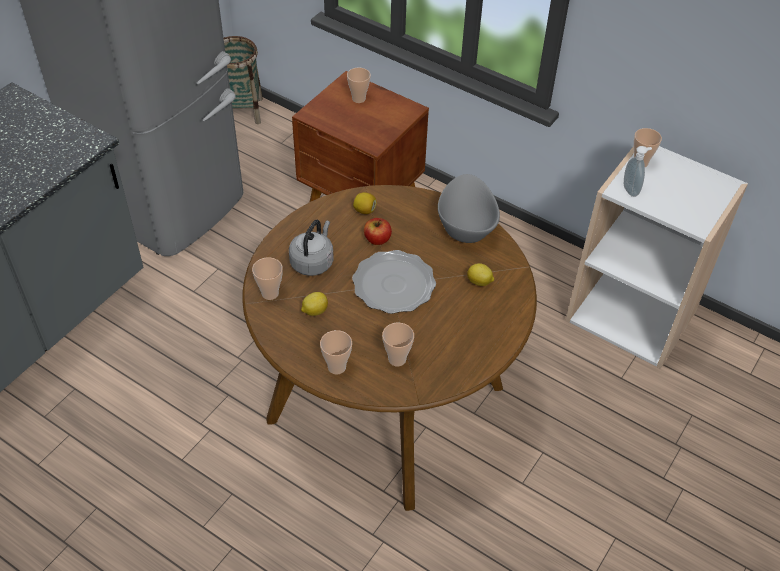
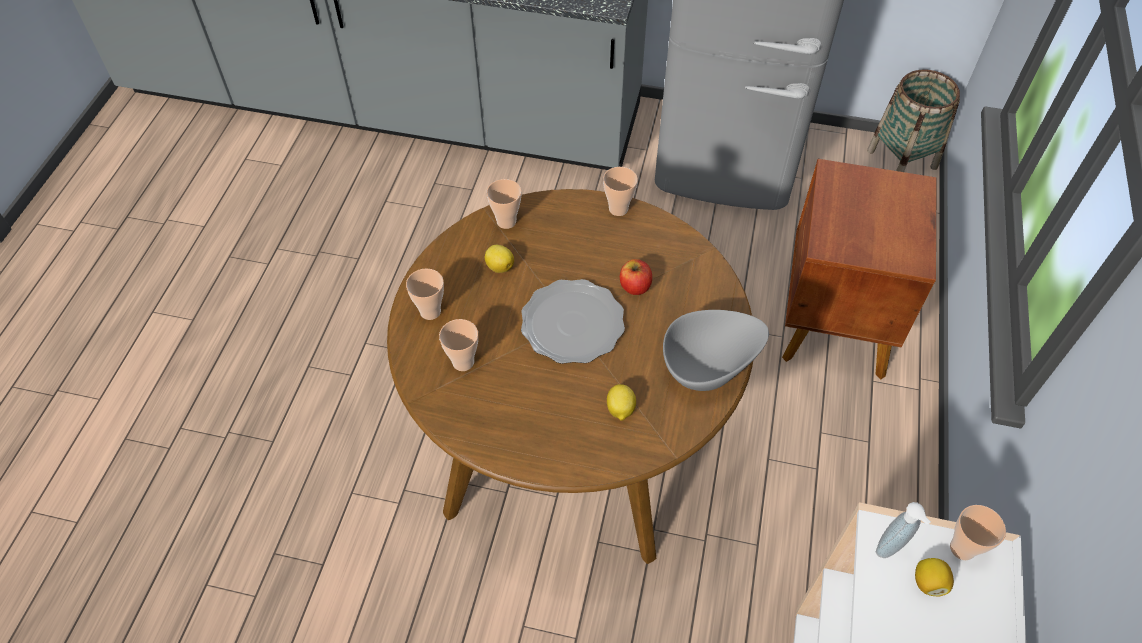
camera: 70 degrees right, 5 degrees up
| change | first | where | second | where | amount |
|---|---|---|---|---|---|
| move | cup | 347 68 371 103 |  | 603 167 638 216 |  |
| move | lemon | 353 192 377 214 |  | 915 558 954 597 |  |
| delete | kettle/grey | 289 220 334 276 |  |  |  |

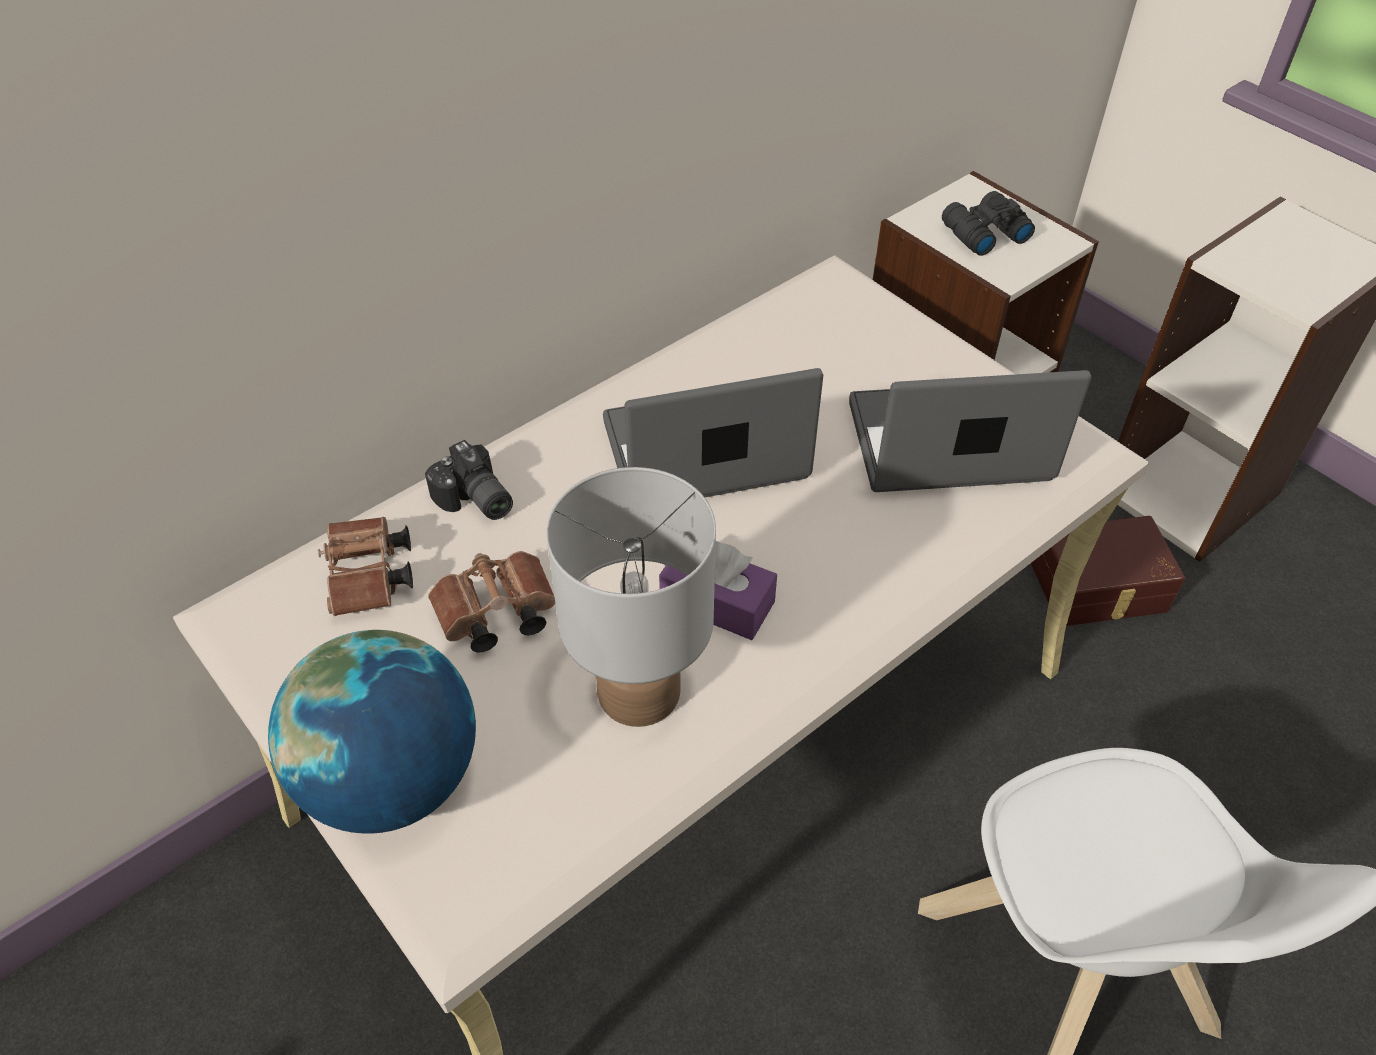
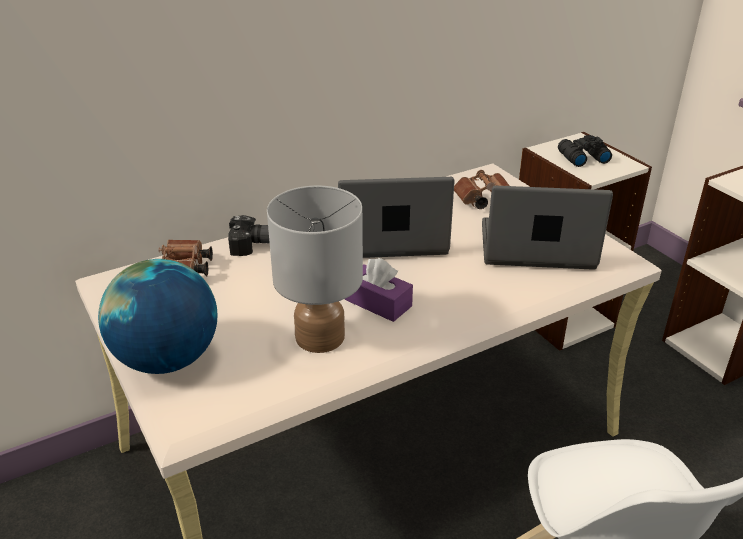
camera: 10 degrees right, 15 degrees down
| change | first | where | second | where | amount |
|---|---|---|---|---|---|
| rotate | photo camera | 425 440 513 520 |  | 228 215 270 256 | 60 degrees counterclockwise |
| delete | storage box/brown | 1031 516 1185 626 |  |  |  |
| move | binoculars/brown | 428 551 555 652 |  | 454 170 509 209 |  |

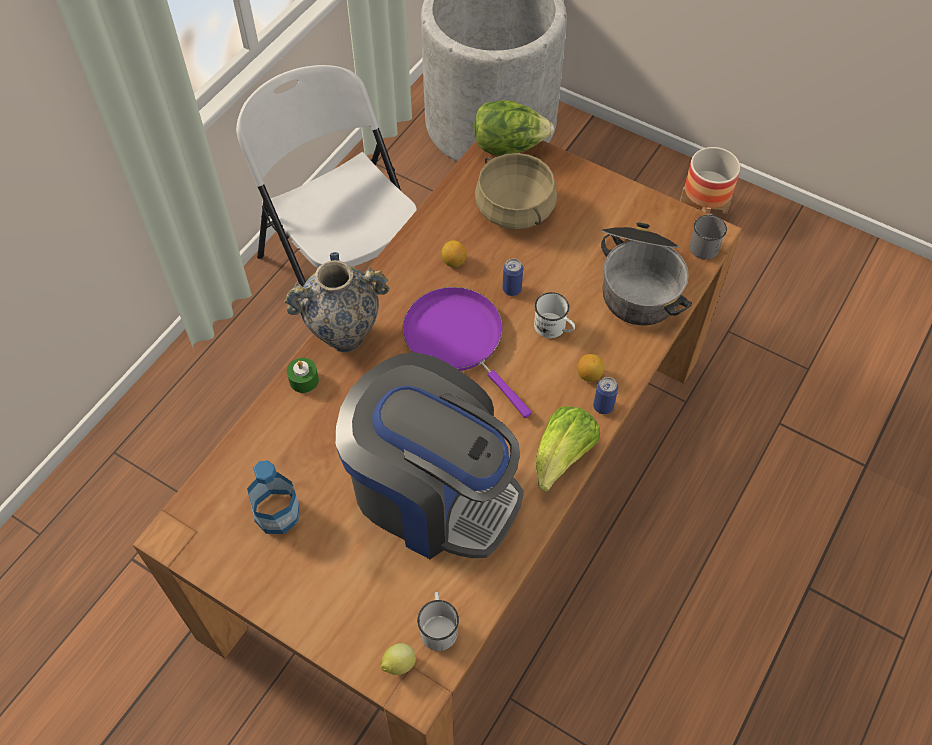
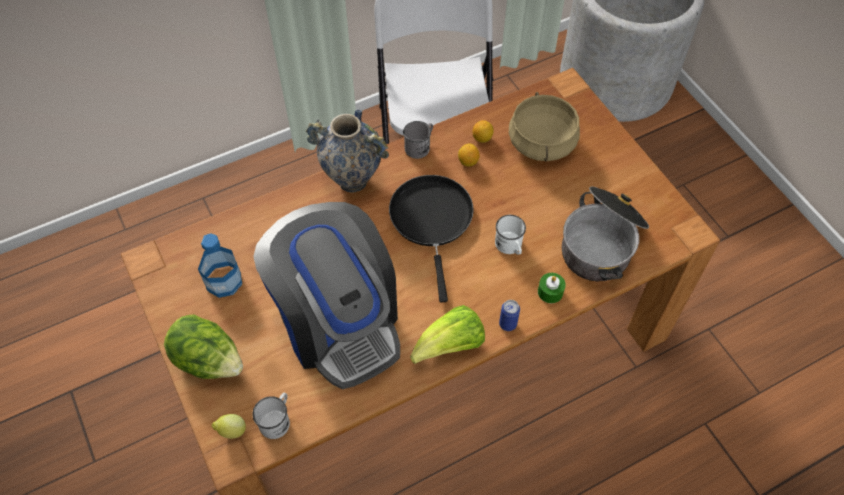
camera: 30 degrees right, 0 degrees up
| change | first | where | second | where | amount |
|---|---|---|---|---|---|
| move | lettuce | 474 100 554 156 |  | 164 314 243 379 |  |
| delete | planter | 680 147 740 214 |  |  |  |
| move | mug/grey | 689 214 727 259 |  | 403 121 433 159 |  |
| delete | can | 503 258 523 296 |  |  |  |
| recolor | frying pan/purple | 403 287 532 418 | frying pan/black | 389 175 474 302 |  |
| move | lemon | 577 354 605 382 |  | 473 120 494 143 |  |
| move | candle/green | 287 358 319 393 |  | 538 273 566 303 |  |

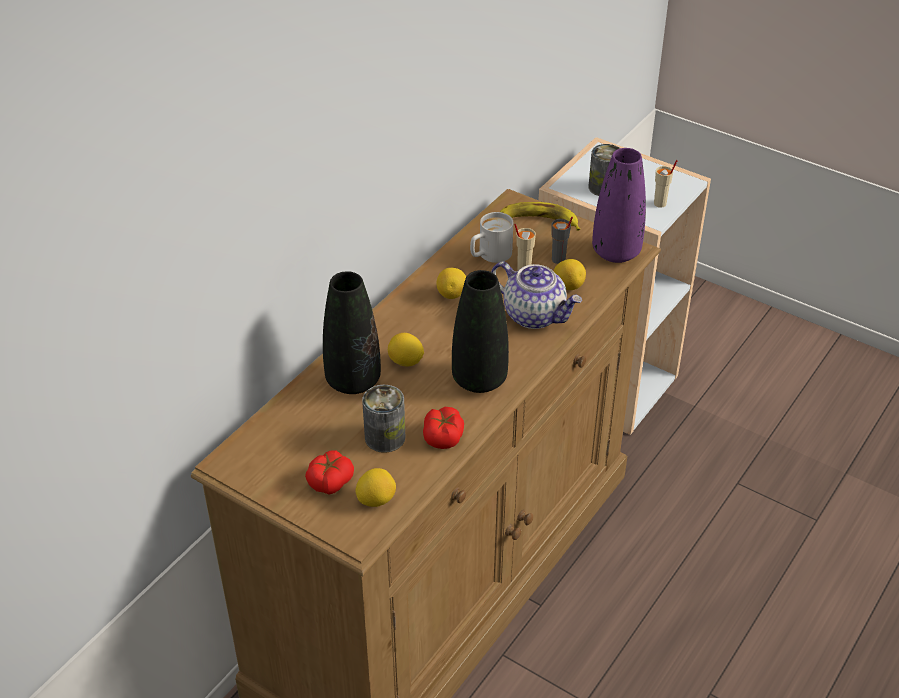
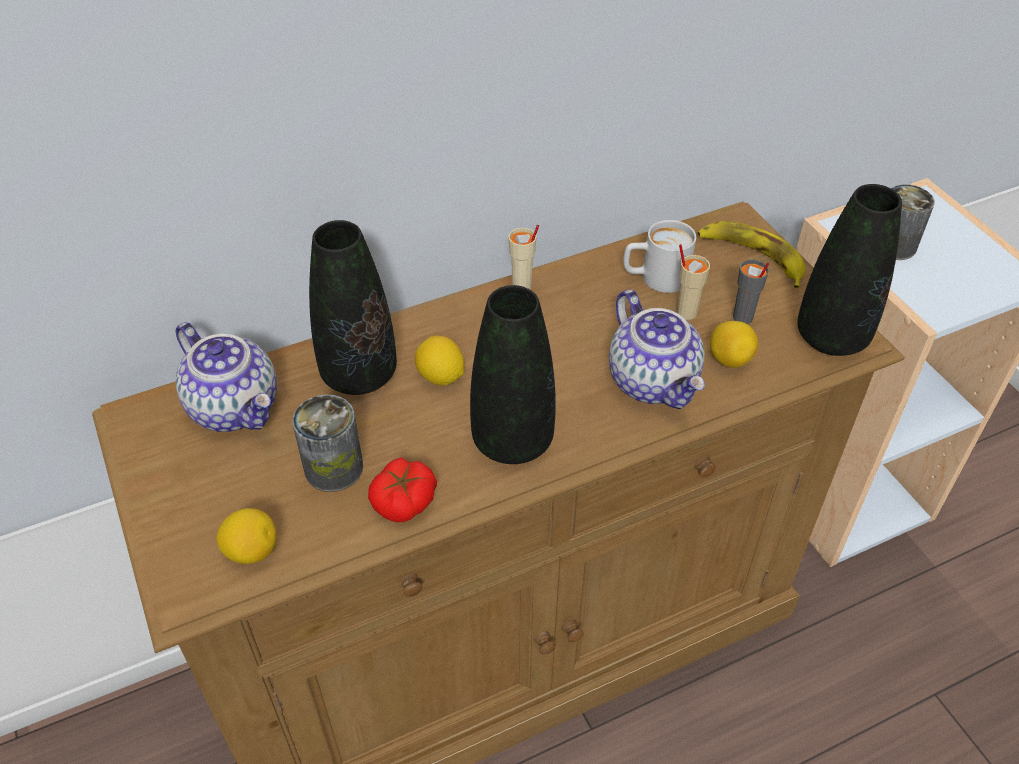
camera: 30 degrees right, 5 degrees up
| change | first | where | second | where | amount |
|---|---|---|---|---|---|
| recolor | vase/purple | 592 148 646 263 | vase/black | 797 184 902 356 |  |
| move | cup/beige | 654 160 678 208 |  | 508 225 539 289 |  |
| delete | lemon | 436 268 466 299 |  |  |  |
| delete | tomato | 305 450 354 495 |  |  |  |
| insert |  |  | teapot | 176 322 277 432 |  |

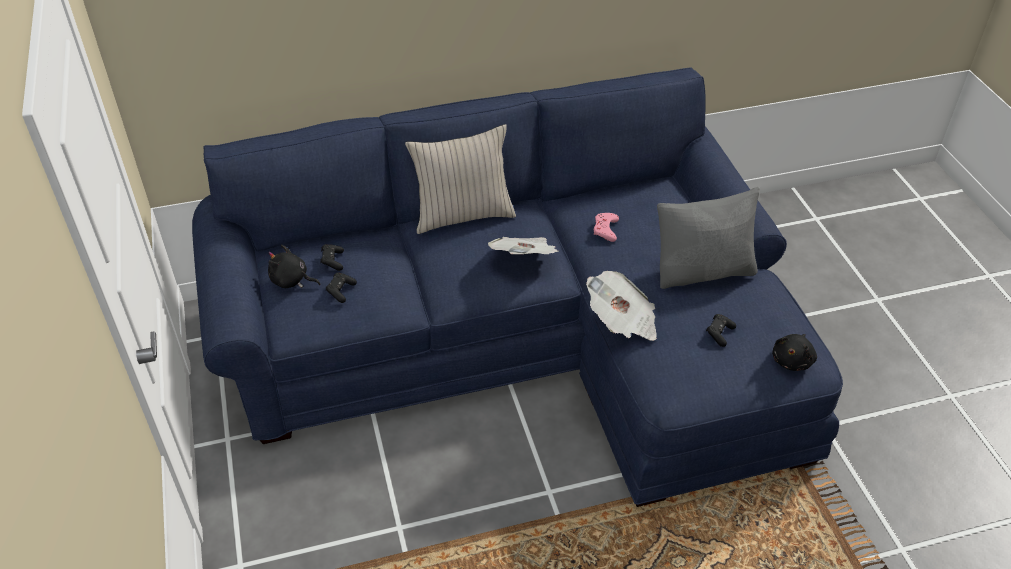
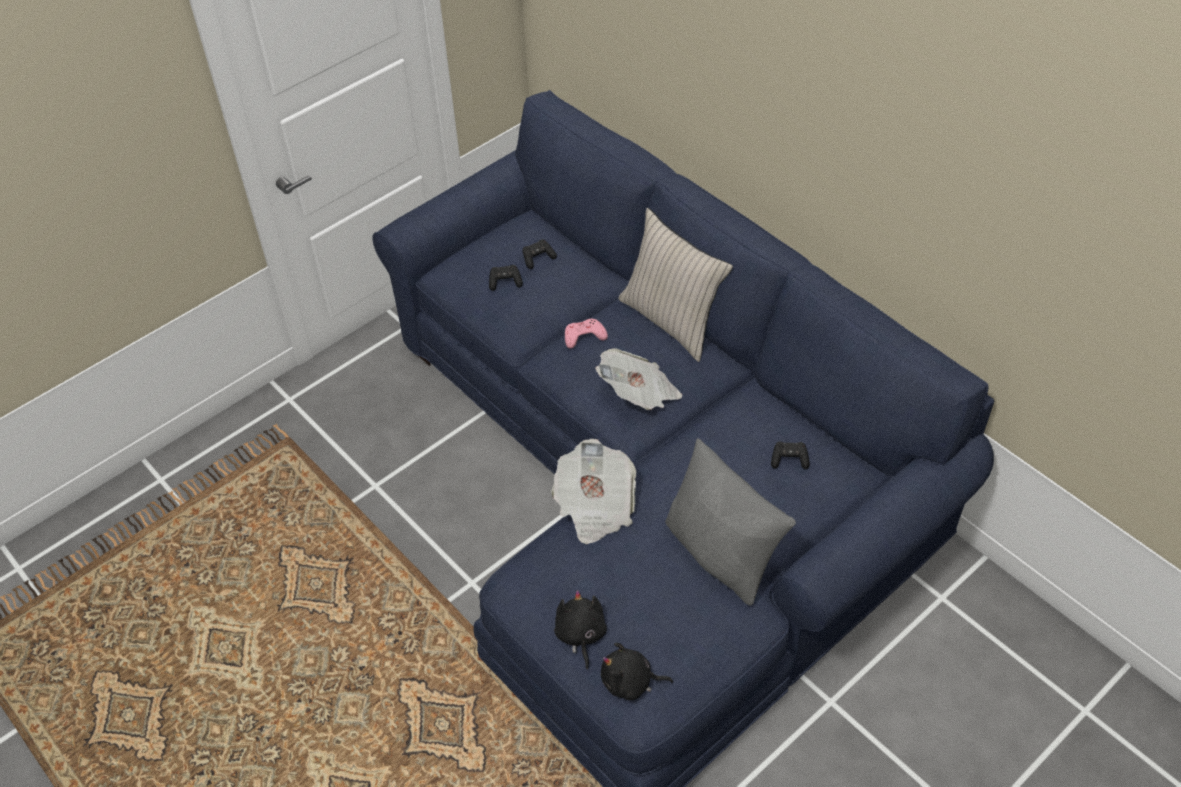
camera: 65 degrees right, 5 degrees up
| change | first | where | second | where | amount |
|---|---|---|---|---|---|
| move | game controller/pink | 594 213 619 242 |  | 565 319 608 349 |  |
| move | plush toy/black | 268 245 320 288 |  | 554 590 607 669 |  |
| move | game controller/black | 706 314 736 347 |  | 771 441 810 469 |  |

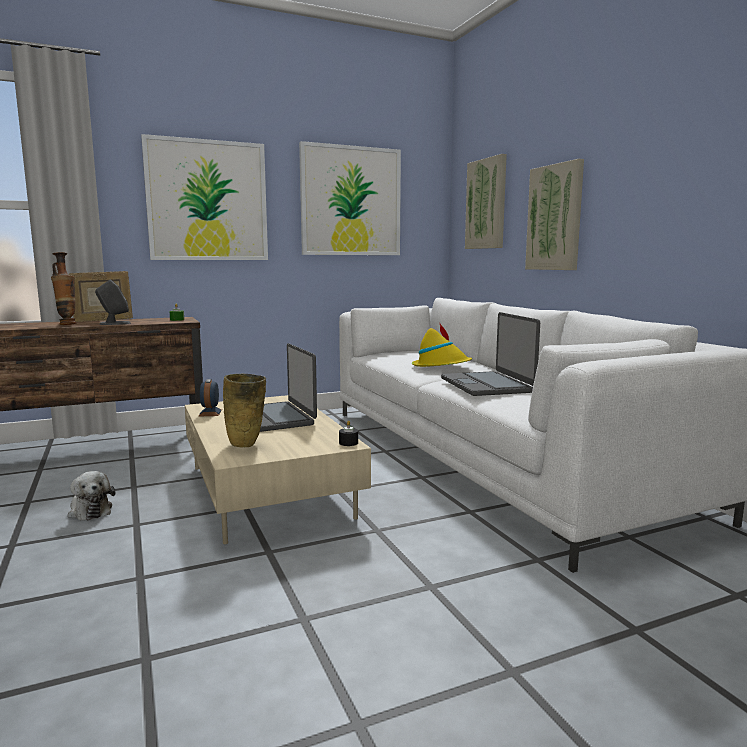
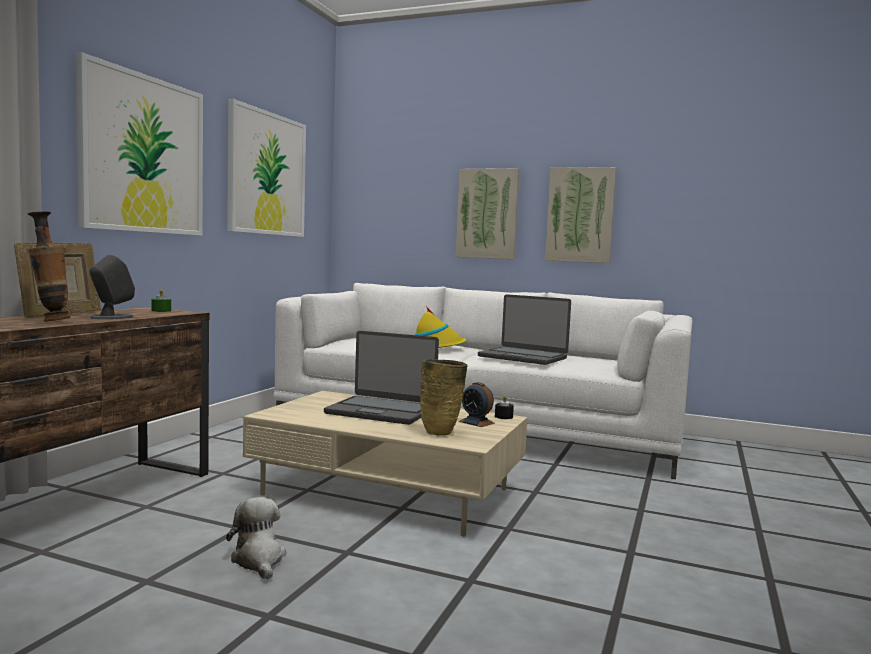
camera: 45 degrees left, 5 degrees down
| change | first | where | second | where | amount |
|---|---|---|---|---|---|
| move | picture | 465 154 507 249 |  | 545 167 616 263 |  |
| move | alarm clock | 198 379 222 417 |  | 459 382 495 427 |  |
| rotate | plush toy | 68 471 115 520 |  | 226 497 286 580 | 120 degrees counterclockwise |

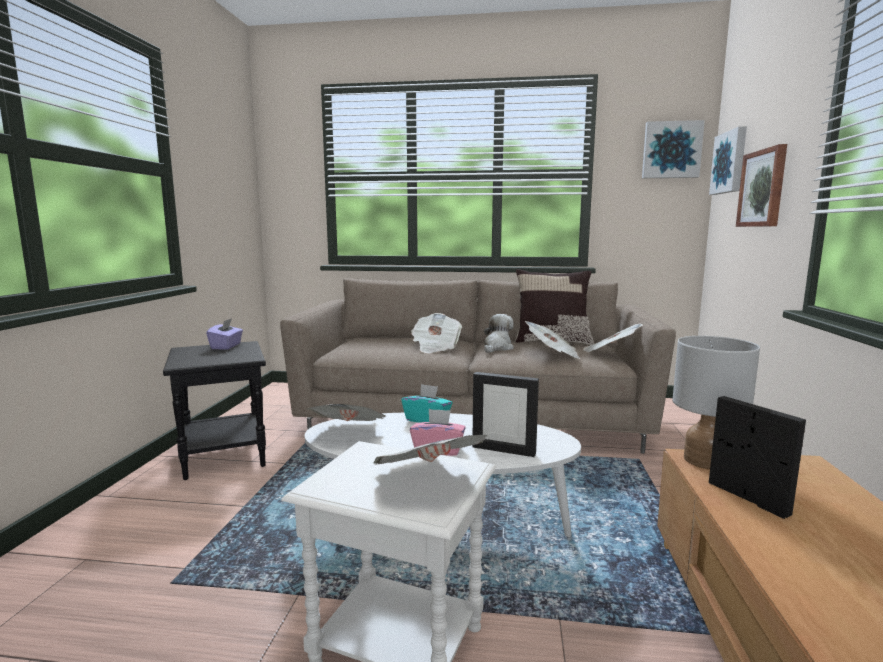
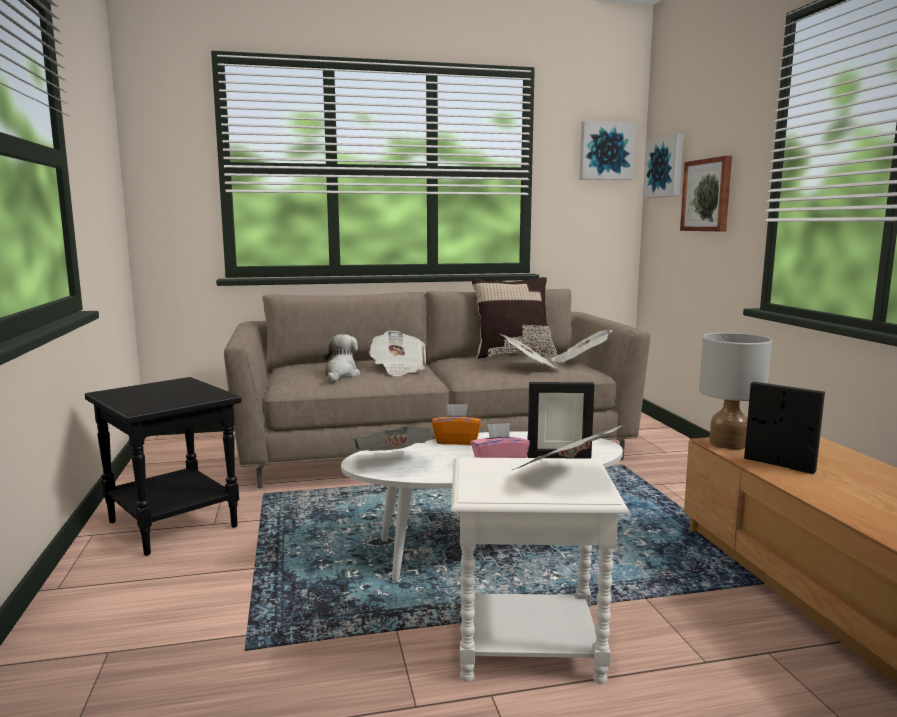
camera: 20 degrees left, 0 degrees up
| change | first | where | second | where | amount |
|---|---|---|---|---|---|
| move | plush toy | 484 314 514 353 |  | 322 334 360 381 |  |
| delete | tissue box/purple | 206 318 243 349 |  |  |  |
| recolor | tissue box/turquoise | 401 384 453 423 | tissue box/orange | 432 404 481 445 |  |

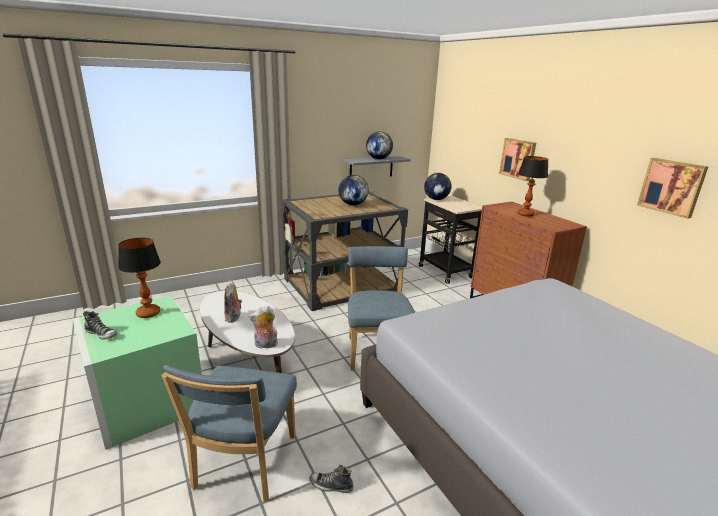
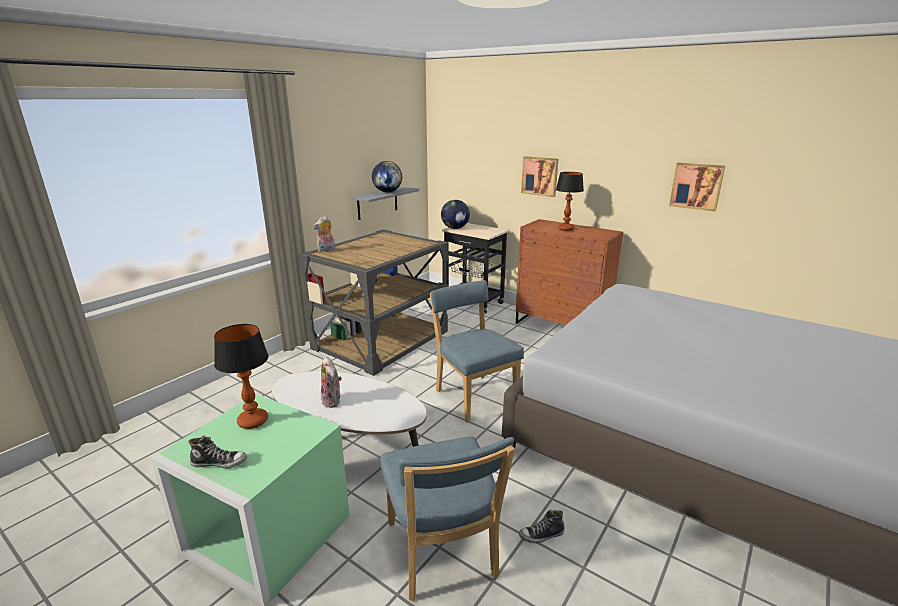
camera: 25 degrees left, 0 degrees up
| change | first | where | second | where | amount |
|---|---|---|---|---|---|
| delete | globe | 339 175 369 205 |  |  |  |
| move | plush toy | 249 306 278 349 |  | 313 216 335 253 |  |

